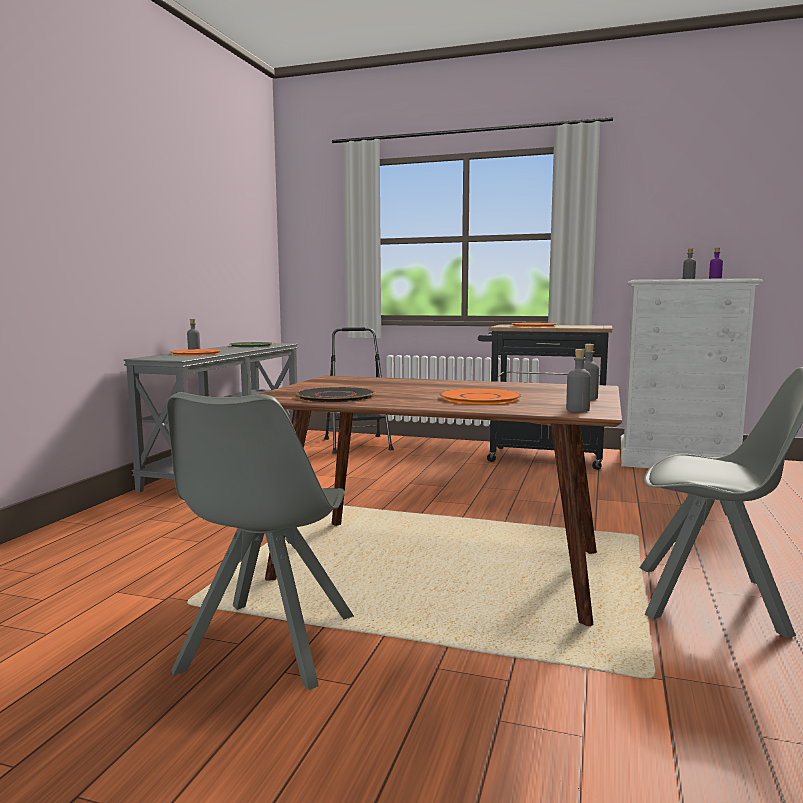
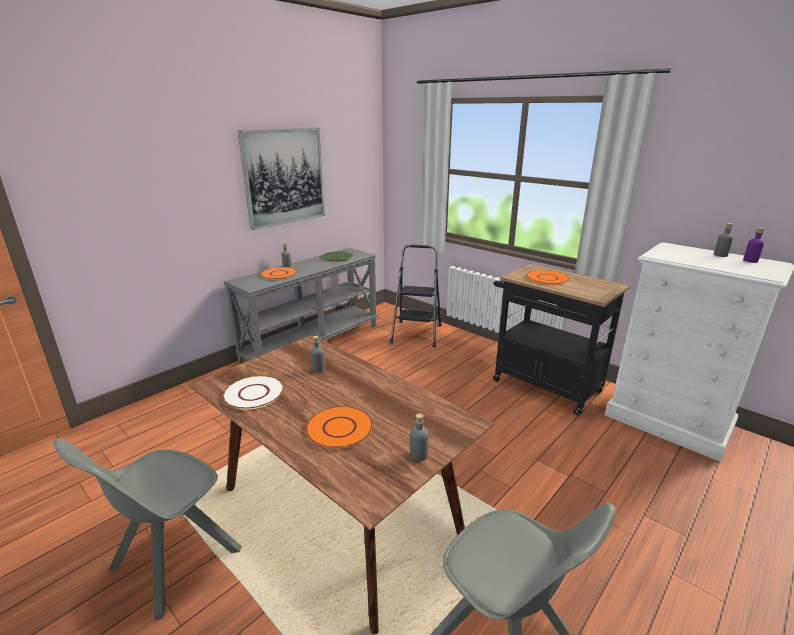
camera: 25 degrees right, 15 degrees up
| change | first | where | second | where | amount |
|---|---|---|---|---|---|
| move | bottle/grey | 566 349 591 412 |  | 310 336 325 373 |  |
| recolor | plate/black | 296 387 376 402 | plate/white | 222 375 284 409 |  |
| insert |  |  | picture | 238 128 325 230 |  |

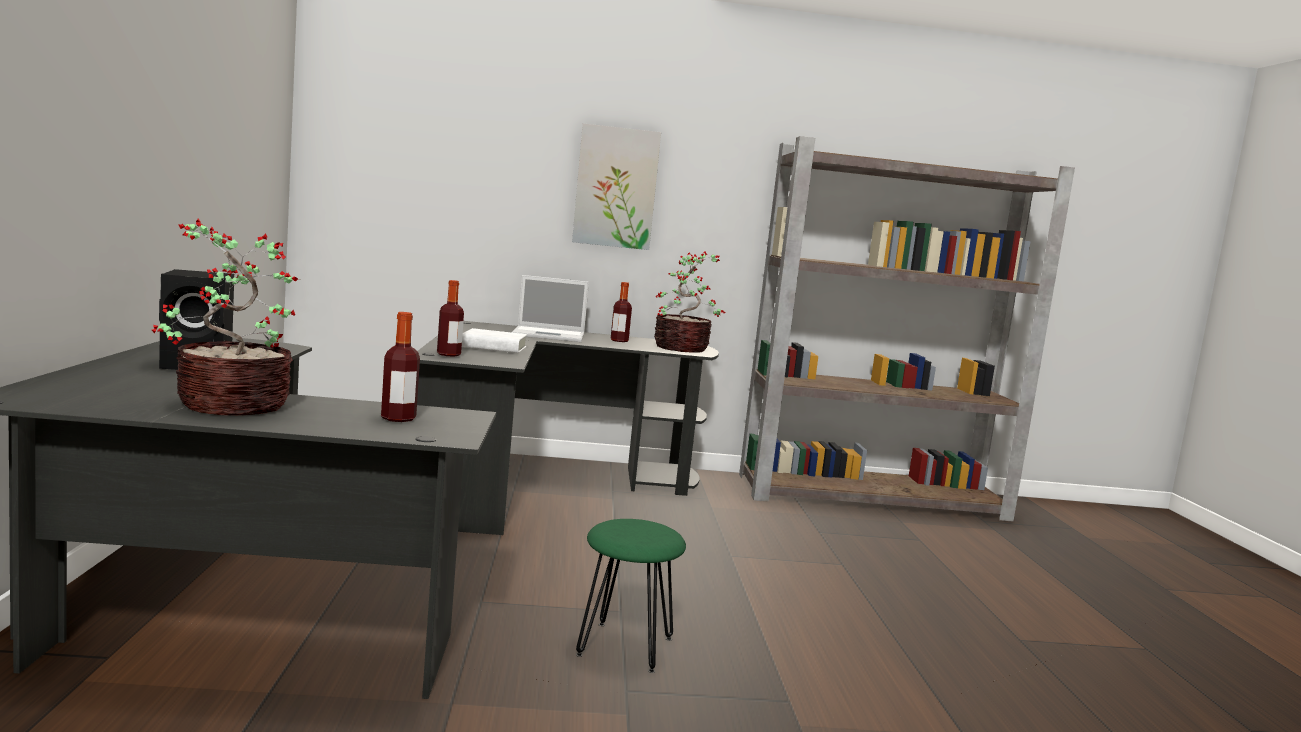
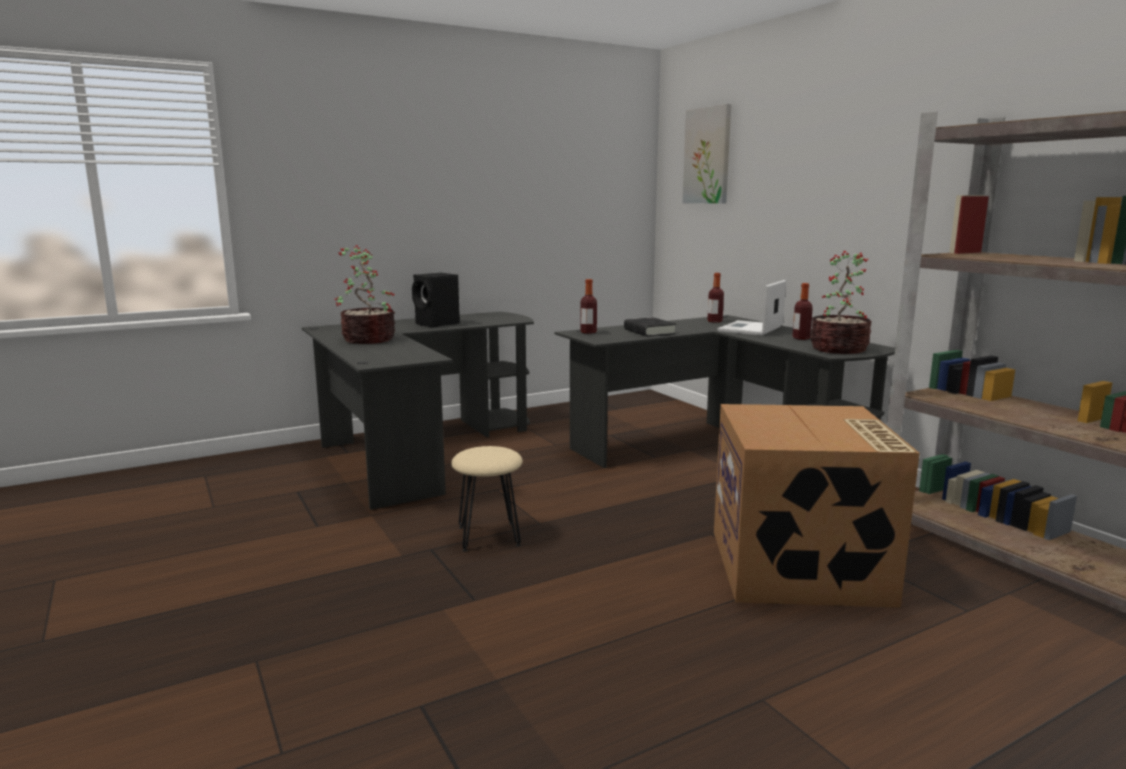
camera: 65 degrees right, 5 degrees up
| change | first | where | second | where | amount |
|---|---|---|---|---|---|
| move | picture | 572 123 661 250 |  | 683 104 731 204 |  |
| rotate | laptop | 511 275 589 342 |  | 717 280 786 336 | 60 degrees clockwise |
| move | bottle | 381 312 420 422 |  | 707 273 724 323 |  |
| recolor | book/white | 462 328 527 353 | book/black | 624 317 676 337 |  |
| recolor | stool/green | 576 519 686 673 | stool/beige | 451 446 523 552 |  |
| insert |  |  | cardboard box | 714 404 920 608 |  |

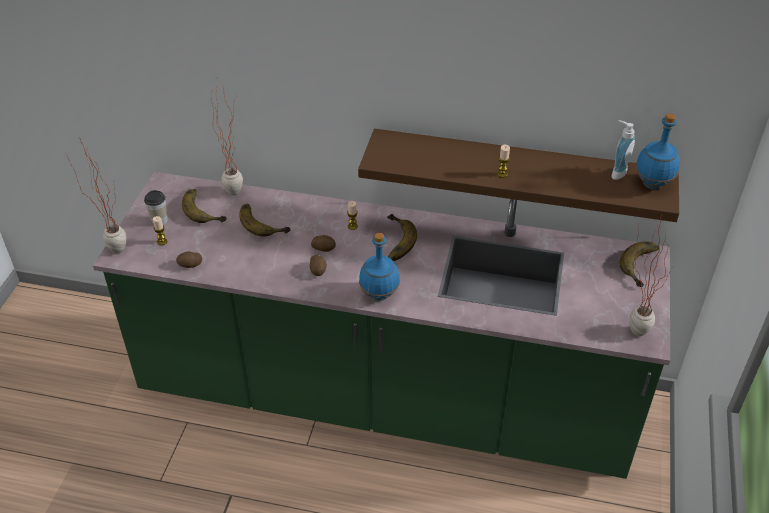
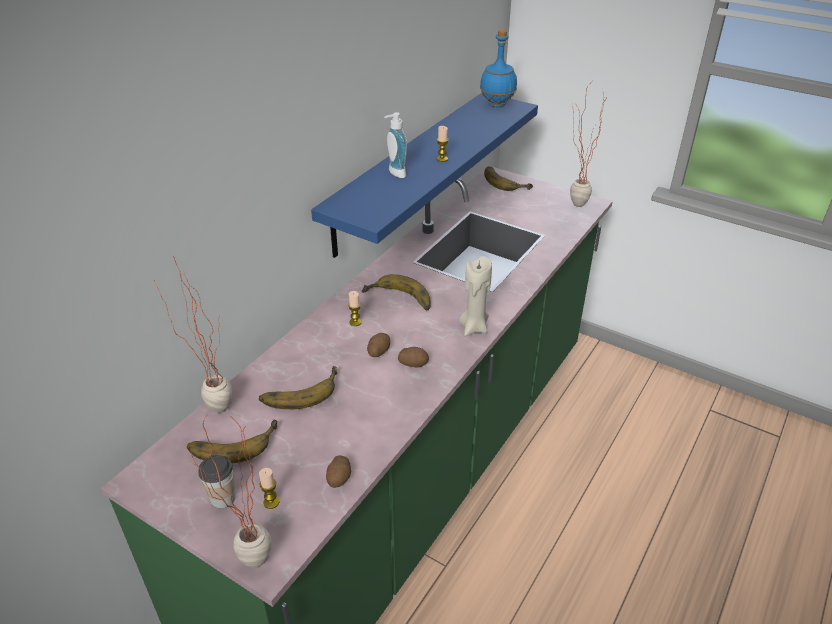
camera: 70 degrees left, 5 degrees down
| change | first | where | second | where | amount |
|---|---|---|---|---|---|
| move | soap dispenser | 611 120 635 180 |  | 384 112 407 178 |  |
| recolor | shelf/brown | 358 129 679 222 | shelf/blue | 311 93 538 258 |  |
| replace | bottle/blue | 359 233 400 301 | candle/beige | 459 256 492 336 |  |

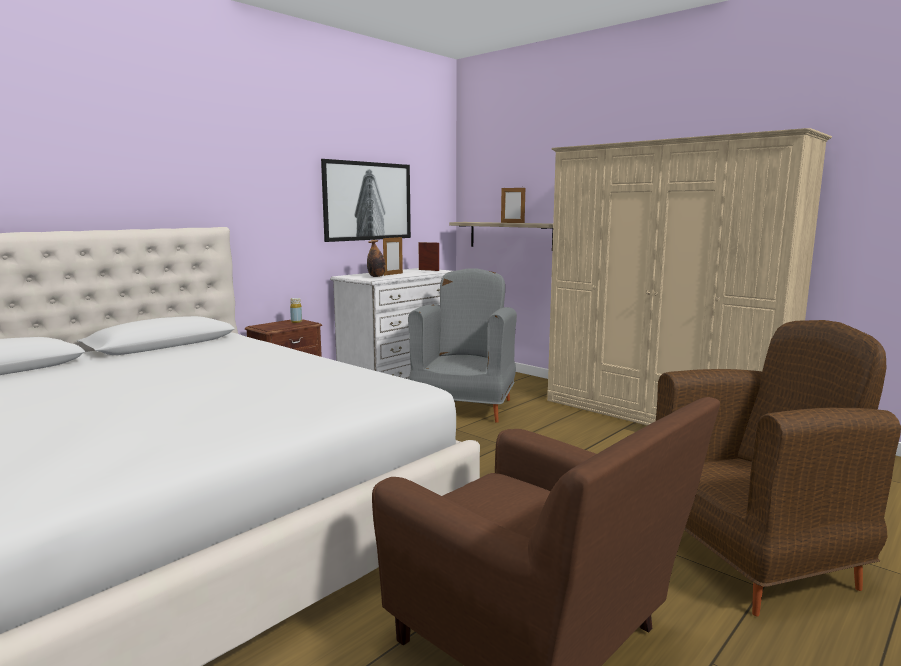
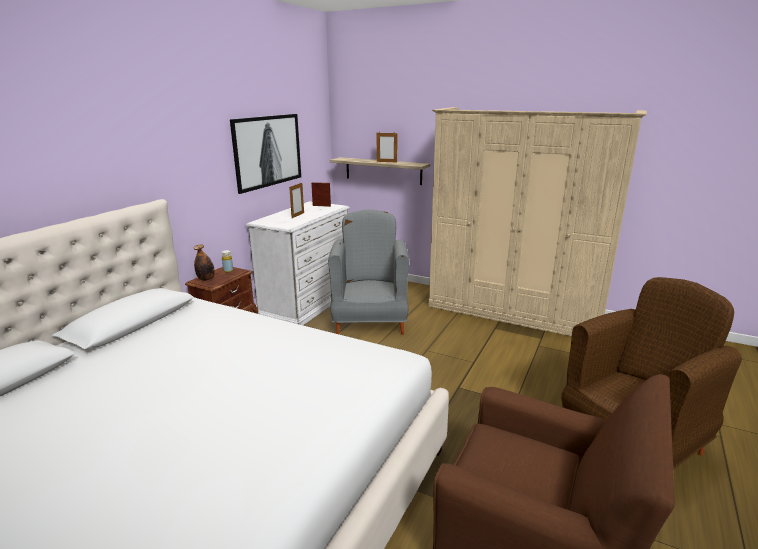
camera: 15 degrees left, 10 degrees up
| change | first | where | second | where | amount |
|---|---|---|---|---|---|
| move | bottle | 367 240 386 277 |  | 194 245 215 281 |  |

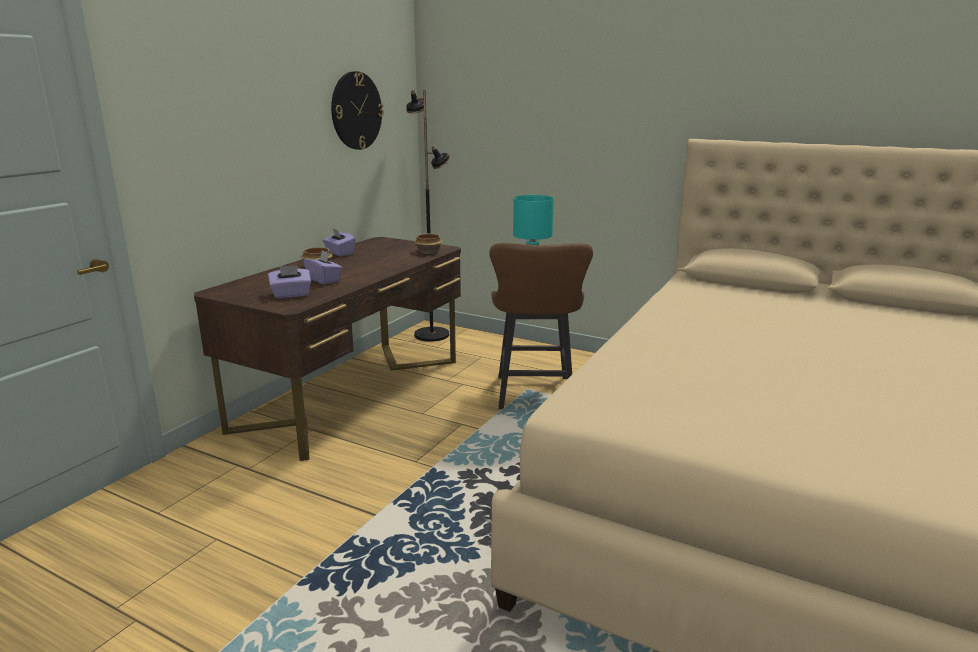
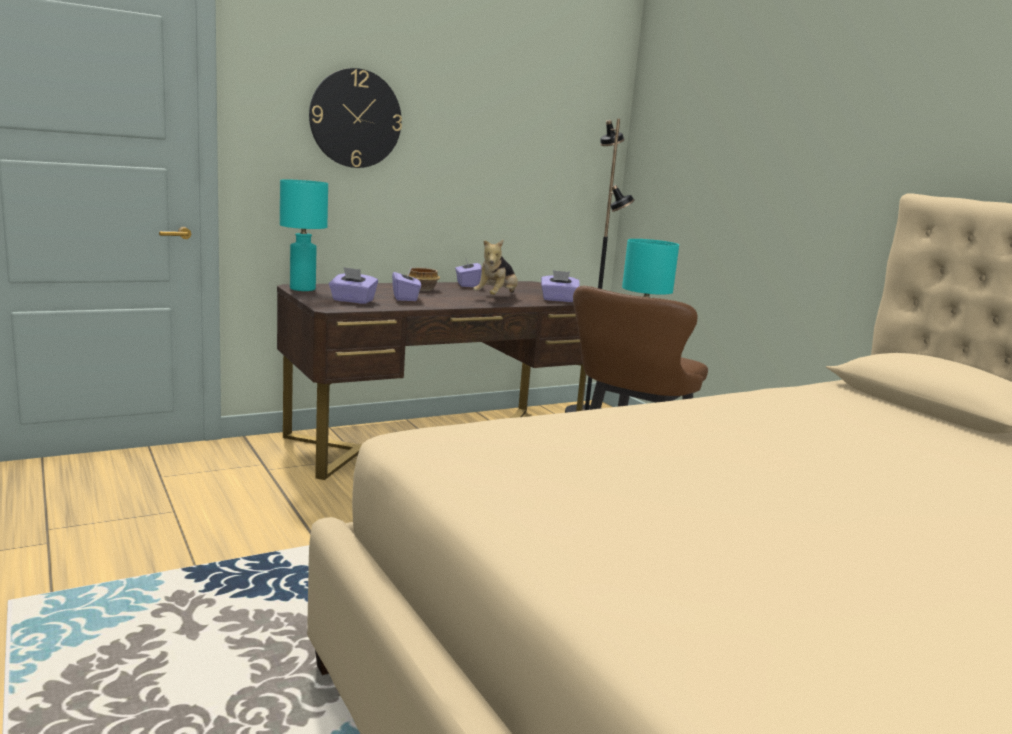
camera: 30 degrees right, 5 degrees down
| change | first | where | second | where | amount |
|---|---|---|---|---|---|
| move | wall clock | 331 71 384 150 |  | 309 68 402 168 |  |
| replace | bowl | 414 233 443 254 | tissue box/purple | 541 270 580 302 |  |
| insert |  |  | table lamp/turquoise | 280 179 328 291 |  |
| insert |  |  | plush toy | 473 239 518 295 |  |

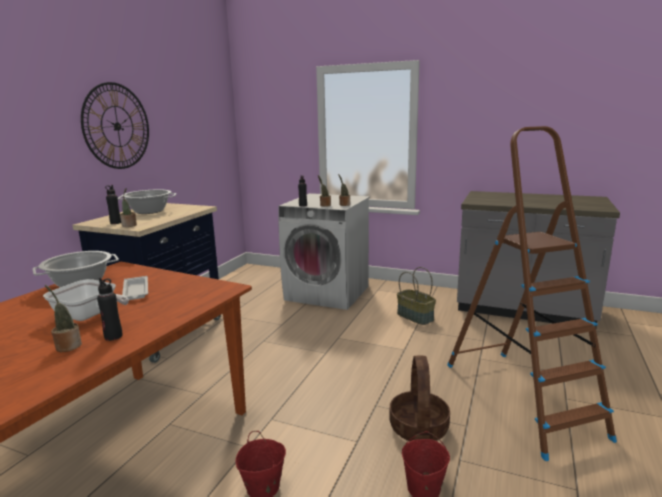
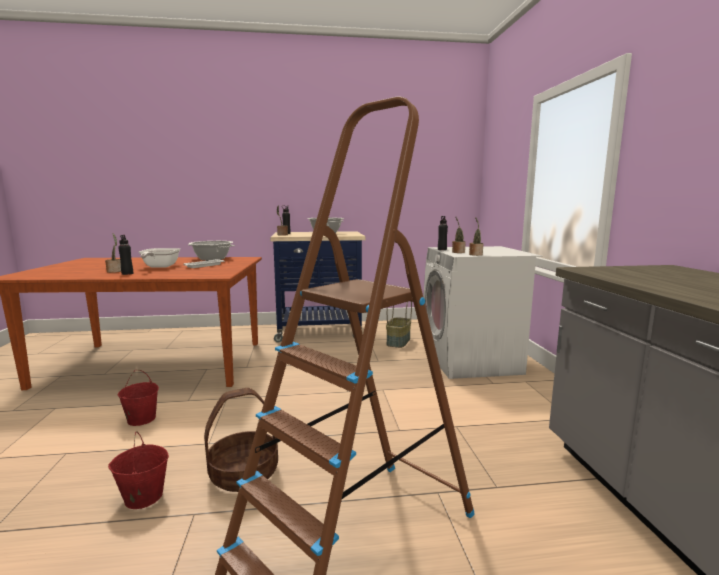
camera: 60 degrees right, 5 degrees down
| change | first | where | second | where | amount |
|---|---|---|---|---|---|
| delete | wall clock | 81 82 149 169 |  |  |  |
| move | basket | 397 267 436 325 |  | 386 302 412 348 |  |

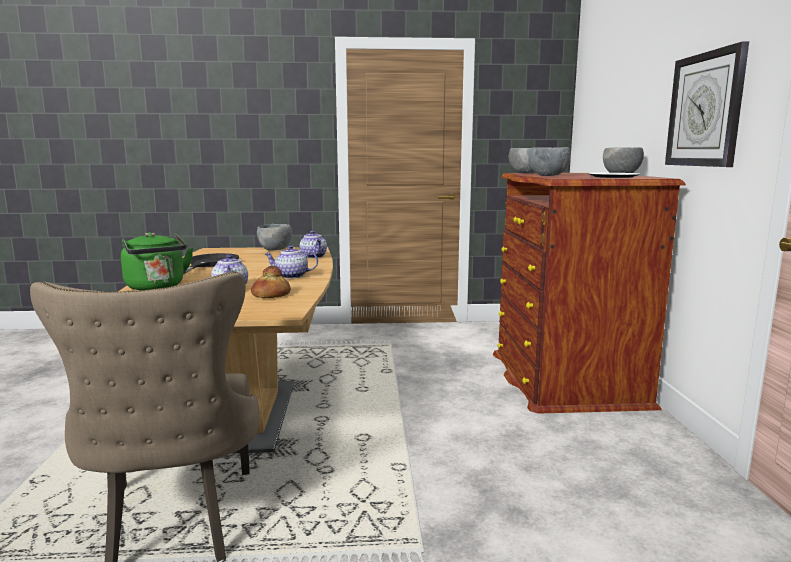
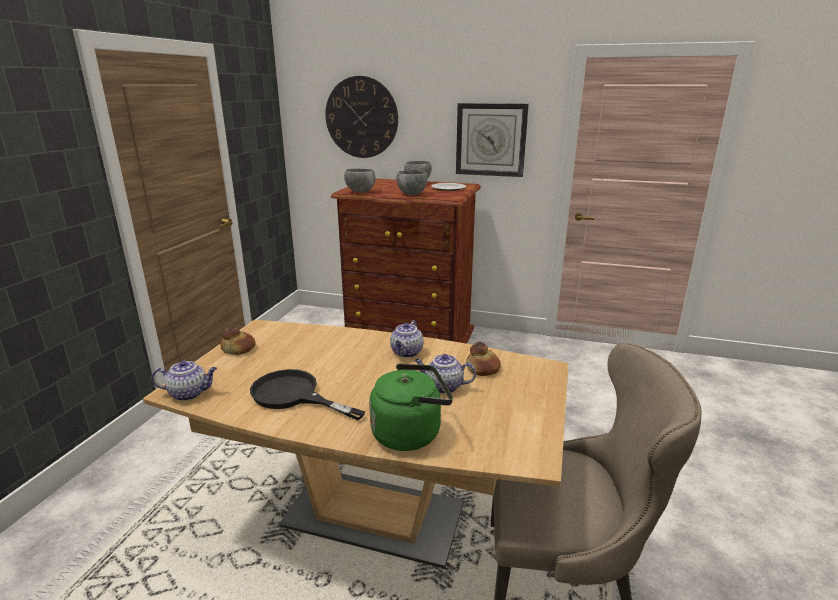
camera: 70 degrees left, 10 degrees up
| change | first | where | second | where | amount |
|---|---|---|---|---|---|
| replace | bowl/grey | 257 224 292 251 | bread | 221 325 256 355 |  |
| move | teapot | 299 230 327 258 |  | 152 360 217 401 |  |
| insert |  |  | wall clock | 325 76 398 158 |  |

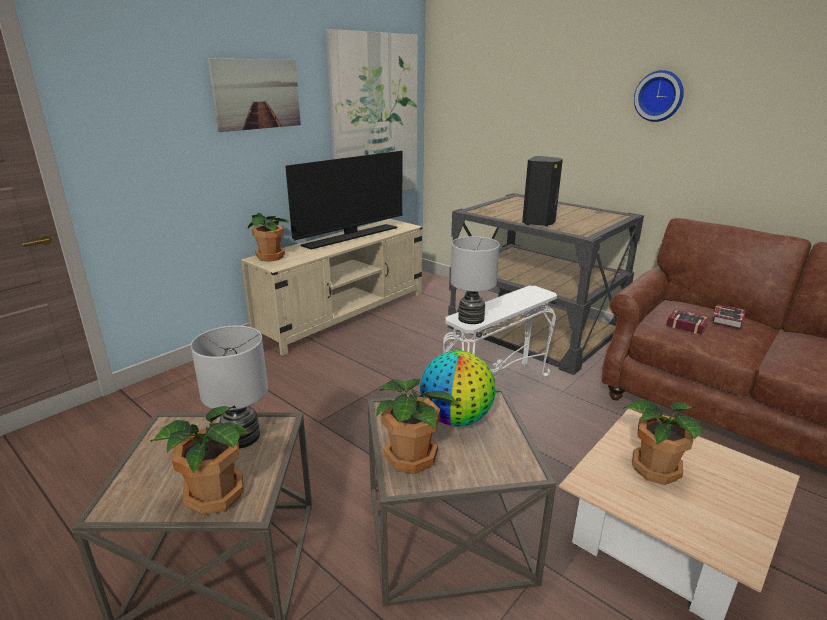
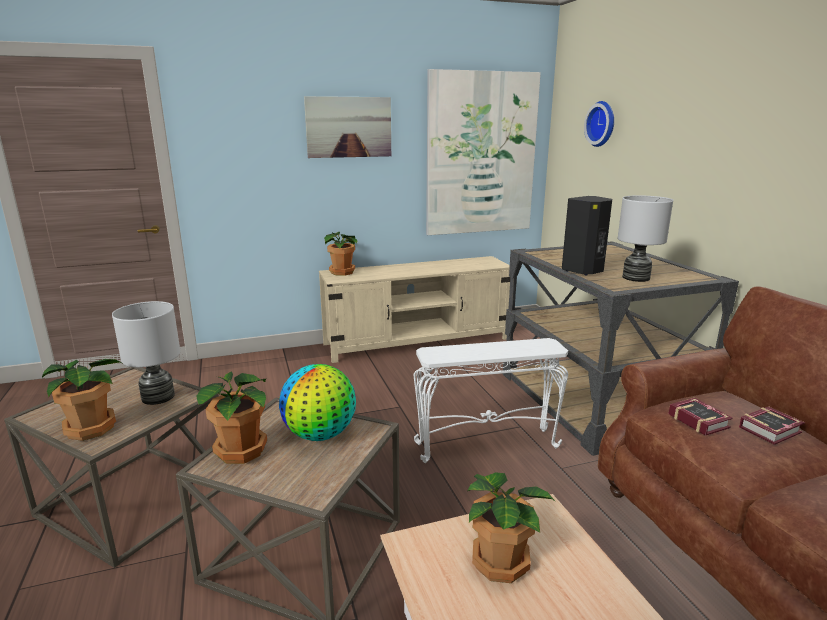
camera: 30 degrees right, 5 degrees down
| change | first | where | second | where | amount |
|---|---|---|---|---|---|
| move | wall clock | 634 70 684 122 |  | 584 101 614 147 |  |
| delete | television | 285 151 403 249 |  |  |  |
| move | table lamp/grey | 450 236 500 324 |  | 618 195 673 282 |  |

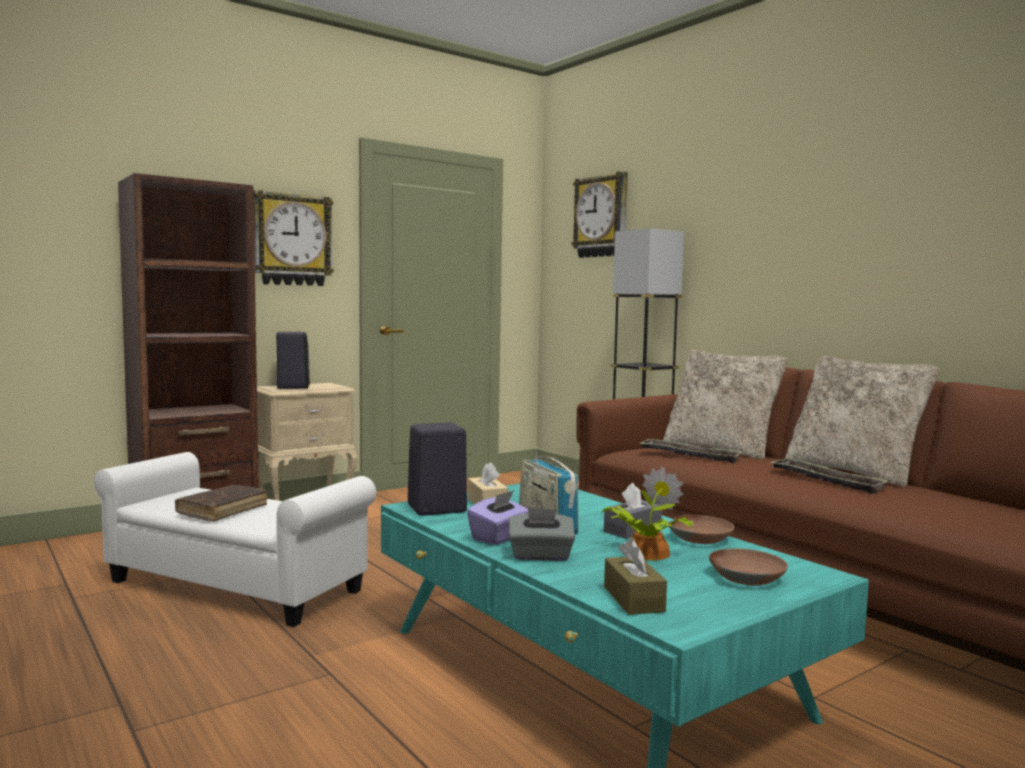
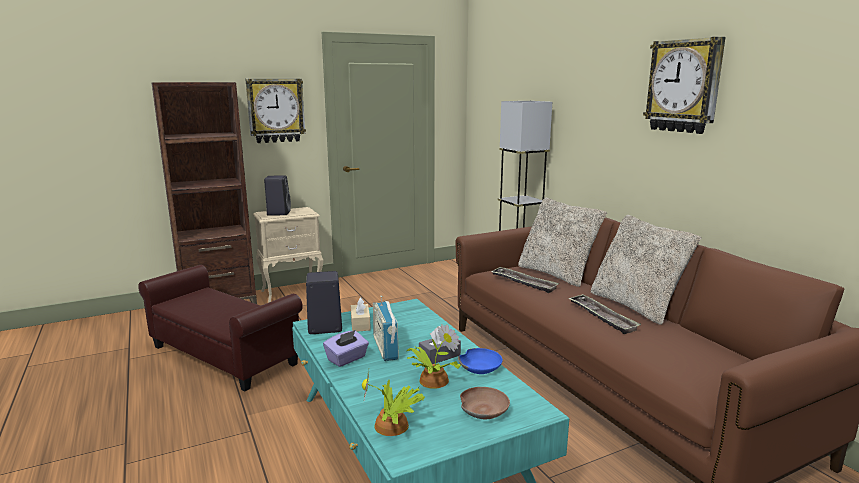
camera: 10 degrees right, 10 degrees up
| change | first | where | second | where | amount |
|---|---|---|---|---|---|
| move | wall clock | 571 172 628 258 |  | 643 37 726 134 |  |
| recolor | ottoman/white | 94 452 376 627 | ottoman/brown | 138 265 303 391 |  |
| delete | book/brown | 175 485 267 522 |  |  |  |
| delete | tissue box/grey | 509 508 575 561 |  |  |  |
| recolor | bowl/brown | 668 515 734 544 | bowl/blue | 458 348 503 374 |  |
| replace | tissue box/brown | 604 538 667 615 | potted plant | 362 370 425 436 |  |

